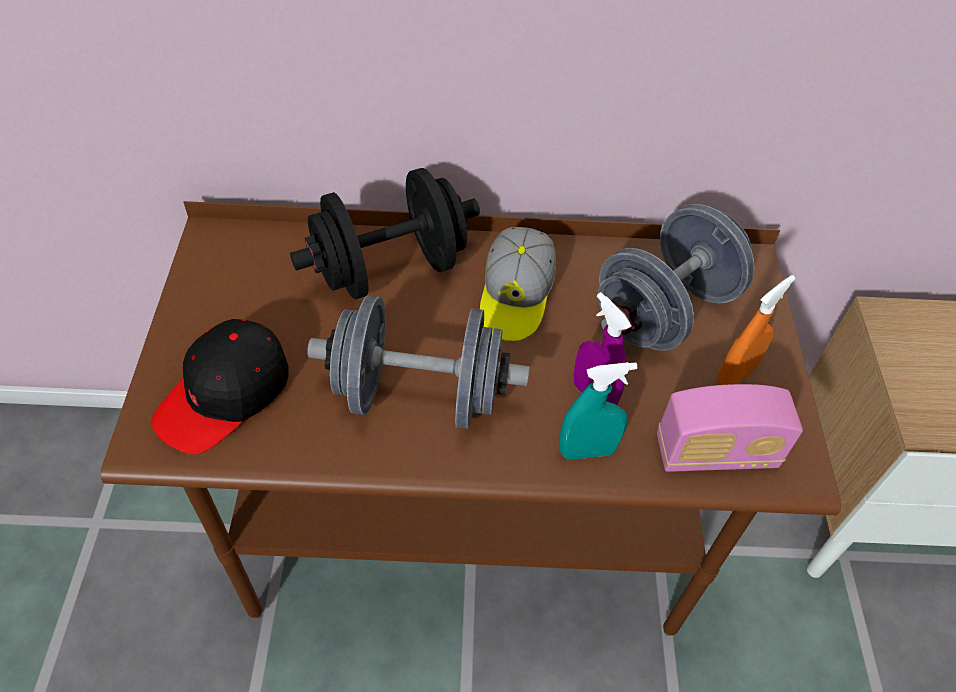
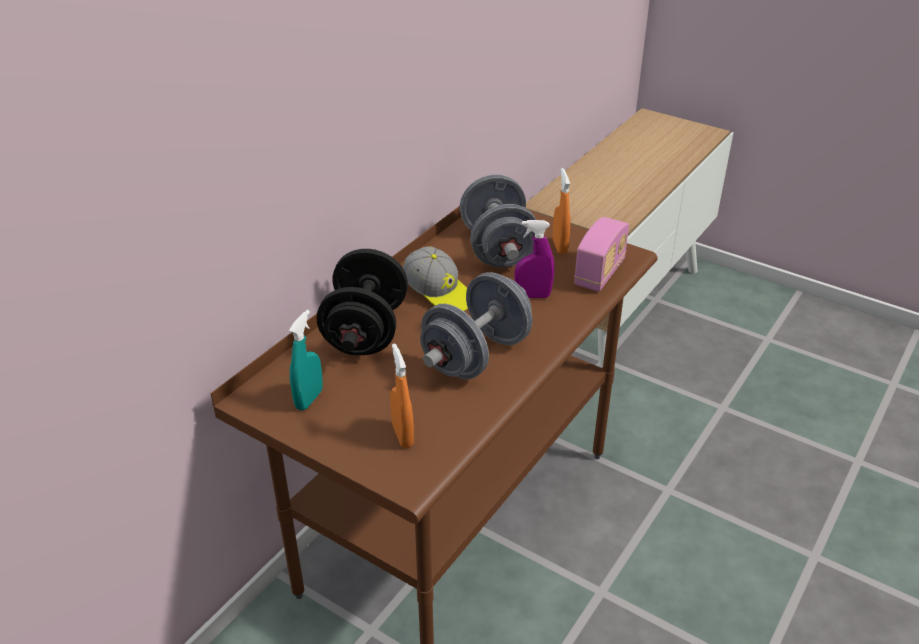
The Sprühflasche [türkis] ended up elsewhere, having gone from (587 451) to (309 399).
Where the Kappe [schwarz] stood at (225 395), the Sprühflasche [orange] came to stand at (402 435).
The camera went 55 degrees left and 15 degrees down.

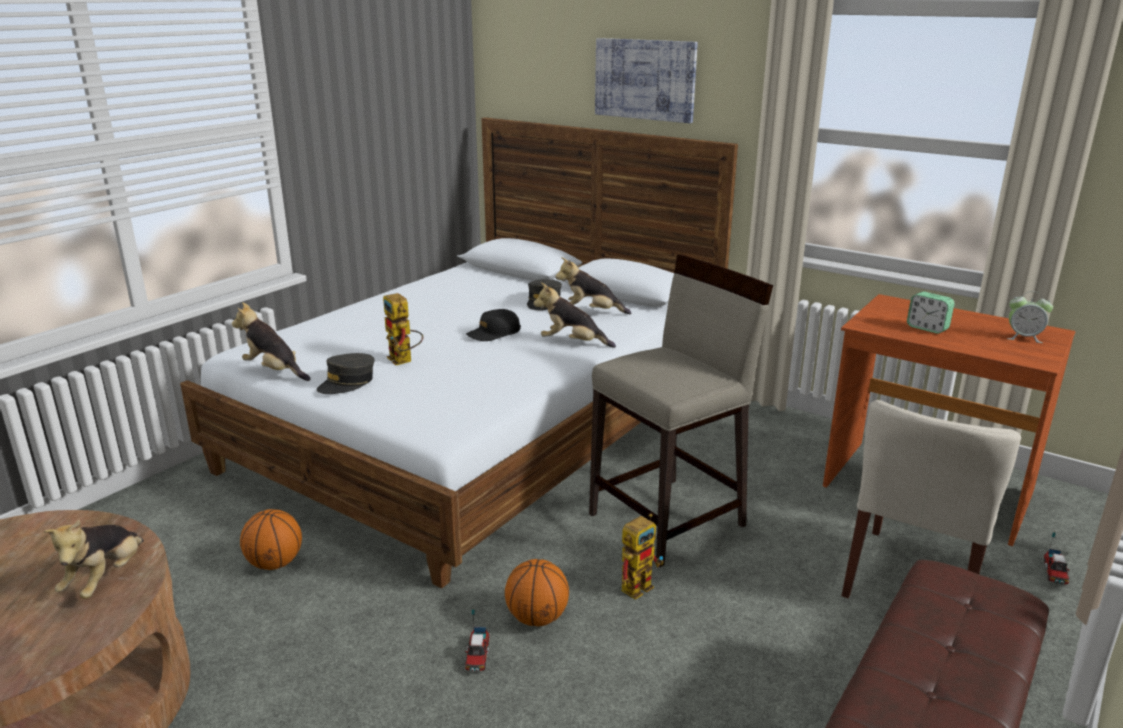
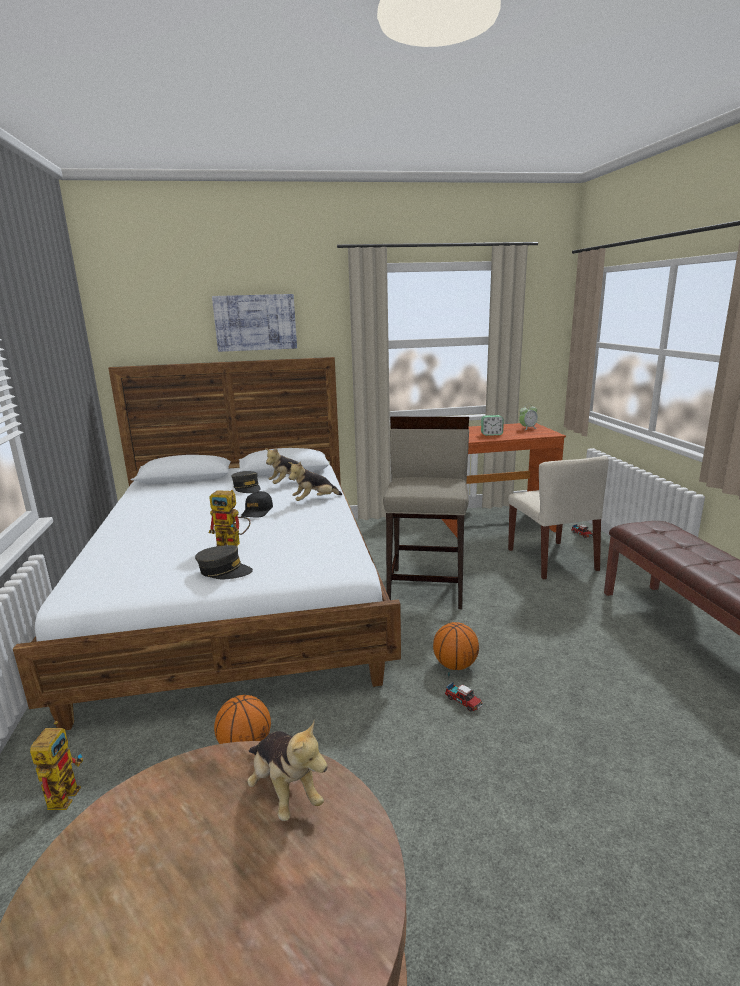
The second view lost the Plüschtier at (274 371).
The Spielzeugroboter ended up elsewhere, having gone from (639 584) to (65 792).
The Kappe [grau] at (347 383) ended up facing another way, 75 degrees counterclockwise from before.
The camera went 45 degrees left and 5 degrees down.

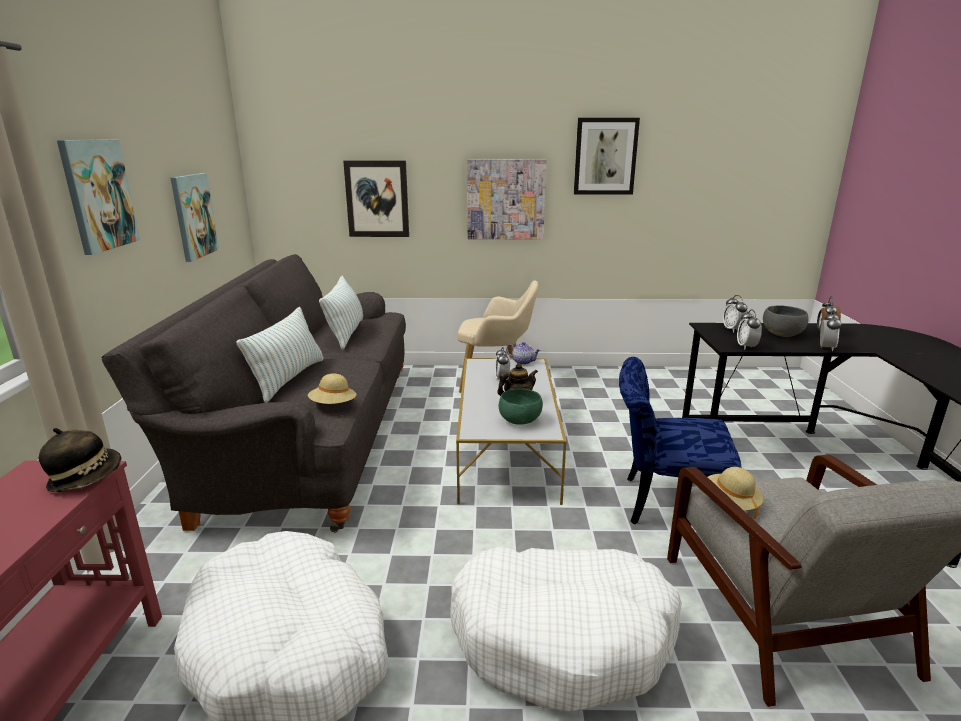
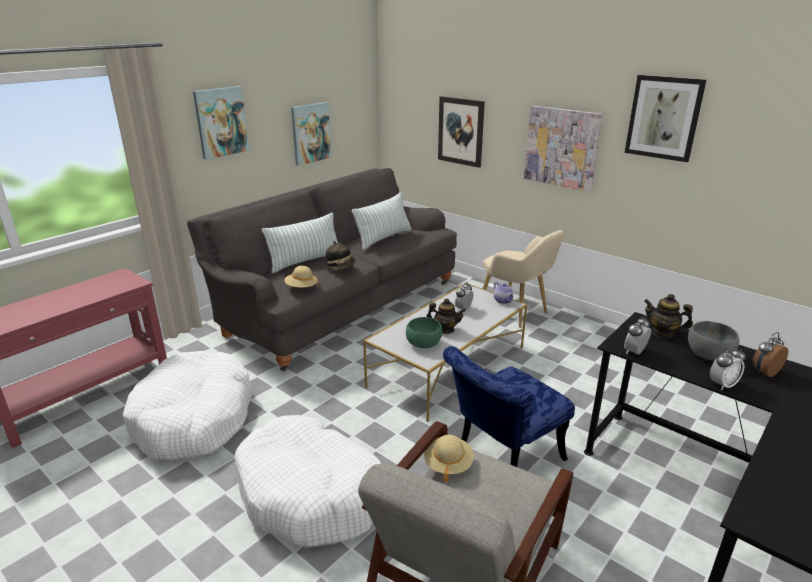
The Hut ended up elsewhere, having gone from (86 478) to (341 266).
Where the Wecker stood at (733 330), the Teekanne came to stand at (663 333).
The Stuhl [blau] at (662 503) ended up facing another way, 90 degrees counterclockwise from before.
The camera went 40 degrees right and 5 degrees up.

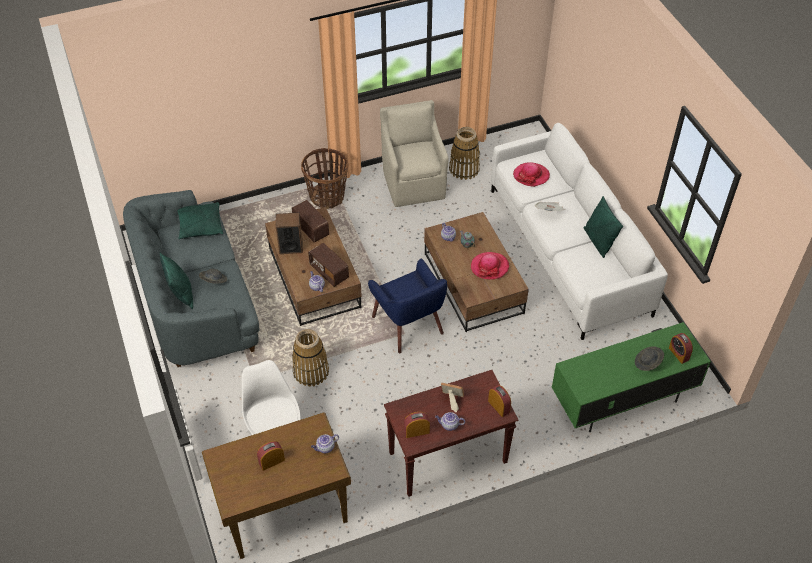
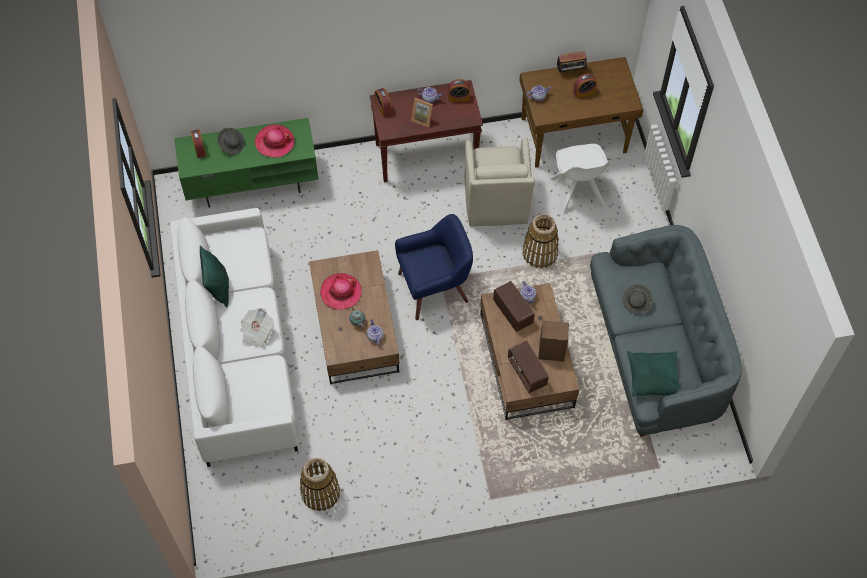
The second view lost the Kissen [grün] at (181 294).
The second view lost the Korb at (327 196).
The second view gained the Radio at (571 71).
The Sessel [beige] ended up elsewhere, having gone from (413 182) to (496 203).
The Hut ended up elsewhere, having gone from (531 175) to (274 142).
The Sessel [blau] at (409 325) ended up facing another way, 90 degrees clockwise from before.
The camera went 170 degrees left and 10 degrees up.

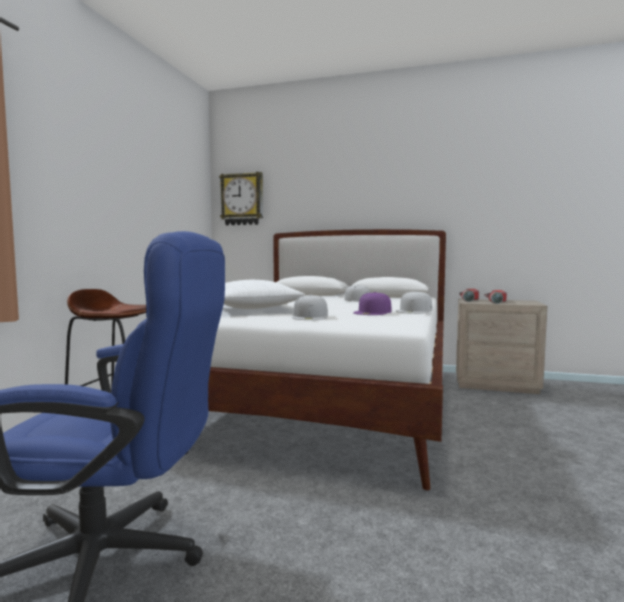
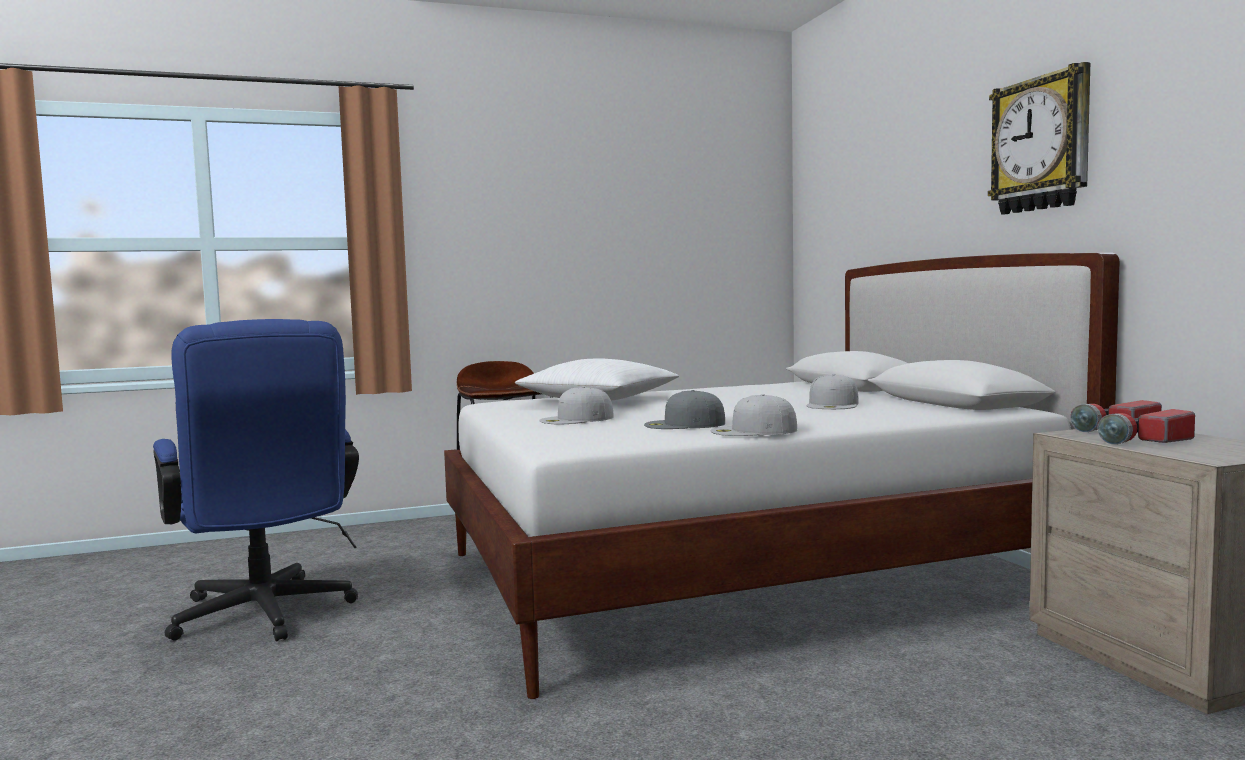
The Wanduhr ended up elsewhere, having gone from (242 199) to (1041 144).
What was the Kappe [lila] at (373 312) turned into the Kappe [grau] at (684 424).
The camera went 55 degrees right and 0 degrees up.

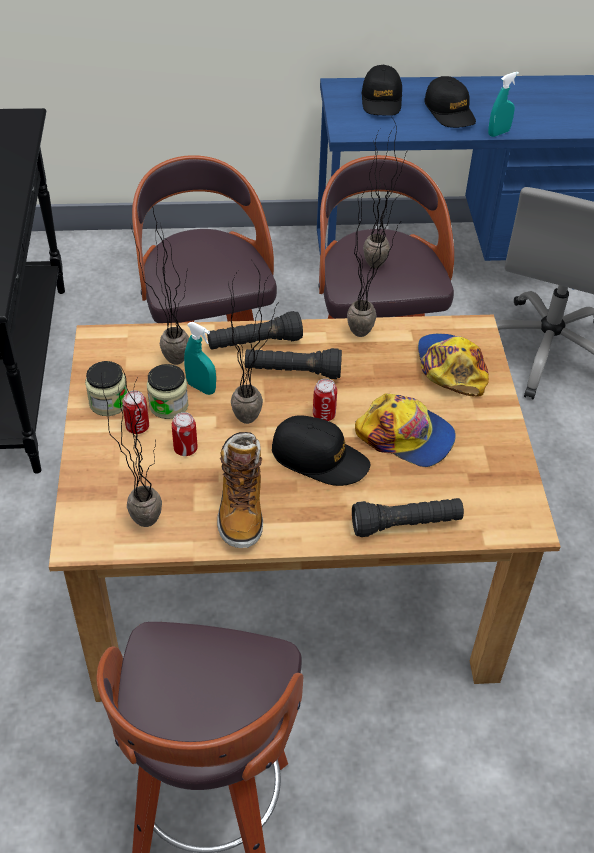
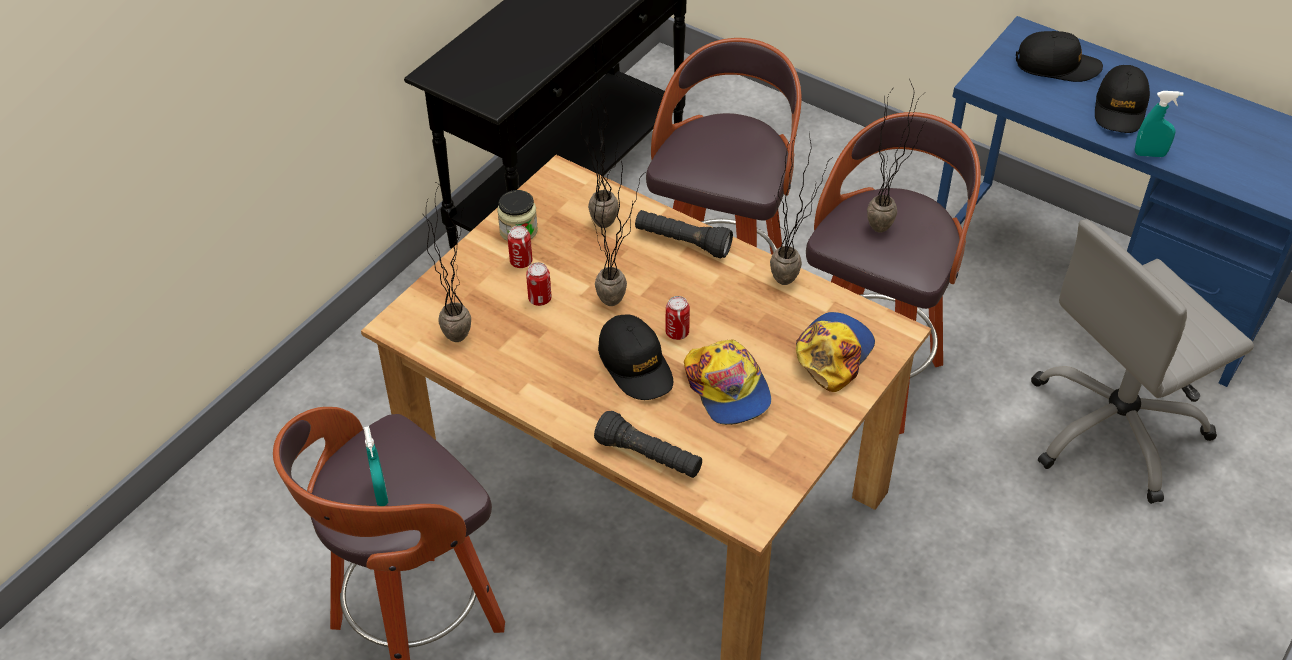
The second view lost the Vorratsglas at (168 405).
The second view lost the Stiefel at (241 508).
The second view lost the Taschenlampe [schwarz] at (292 372).
The Sprühflasche [türkis] ended up elsewhere, having gone from (201 388) to (381 493).
The Kappe [schwarz] at (381 100) ended up facing another way, 120 degrees counterclockwise from before.
The camera went 40 degrees right and 0 degrees up.

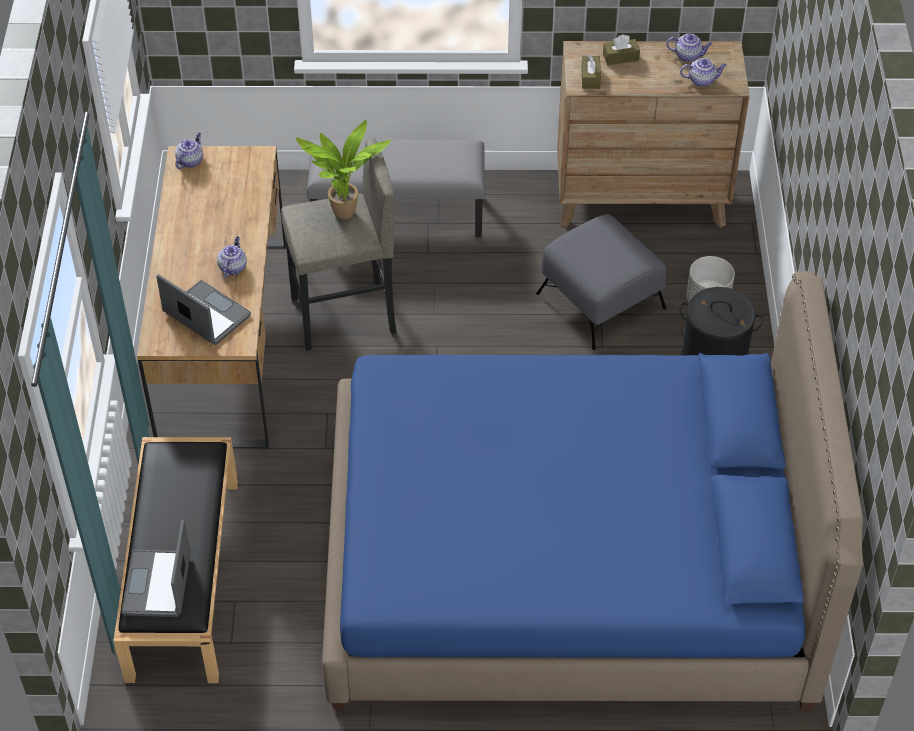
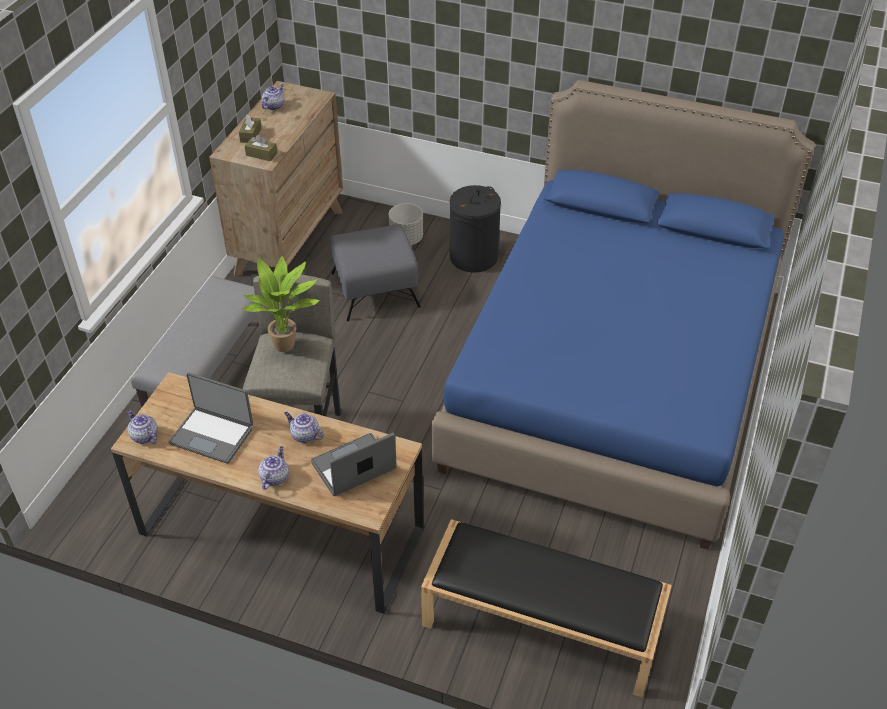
The Laptop ended up elsewhere, having gone from (159 584) to (212 435).
The Teekanne ended up elsewhere, having gone from (702 80) to (274 477).
The camera went 70 degrees left and 5 degrees down.

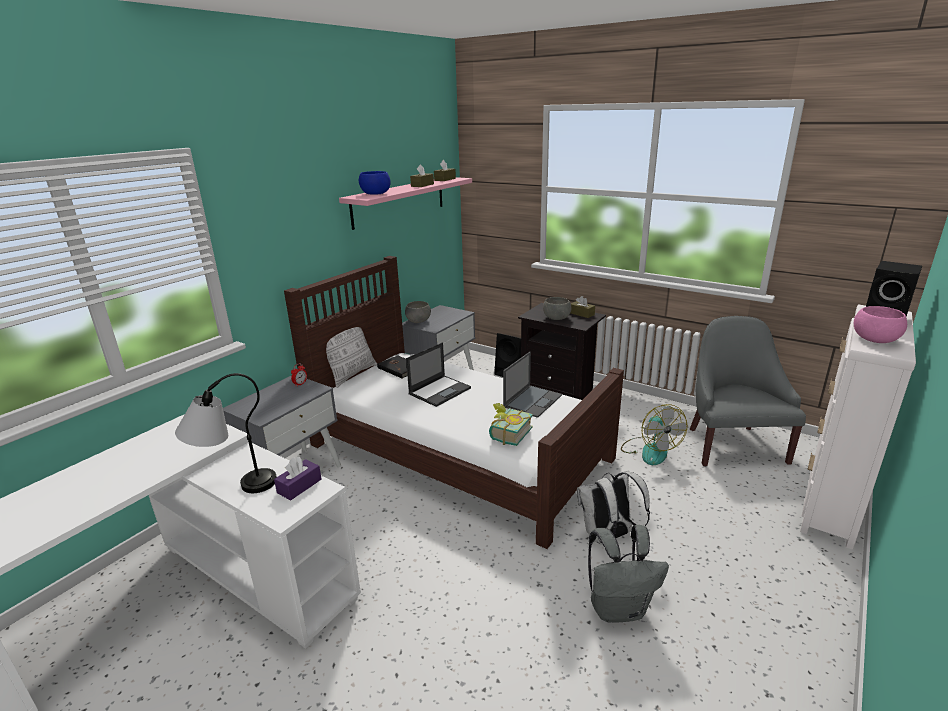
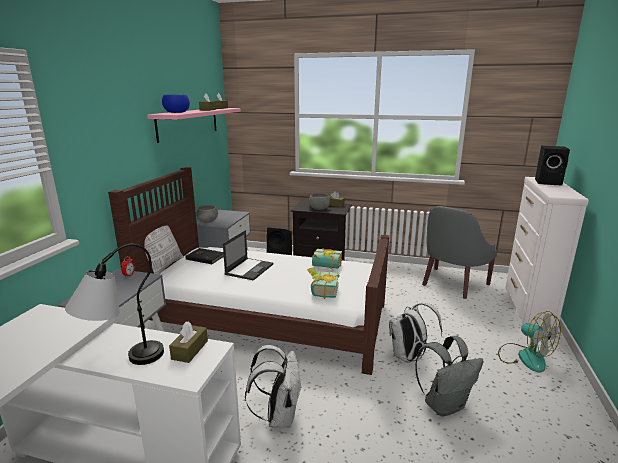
The second view lost the Schüssel [rosa] at (875 339).
The second view gained the Rucksack [weiß] at (279 415).
The Ventilator ended up elsewhere, having gone from (650 450) to (524 357).
Where the Laptop stood at (533 400), the Buch came to stand at (326 266).
What was the Taschentuchbox [lila] at (299 486) turned into the Taschentuchbox [braun] at (190 350).
The Sessel [grau] at (732 444) ended up facing another way, 120 degrees counterclockwise from before.
The camera went 20 degrees left and 5 degrees down.

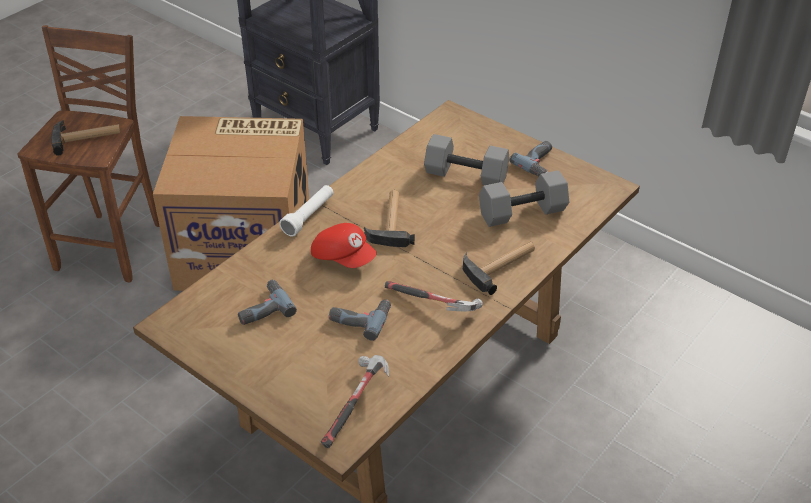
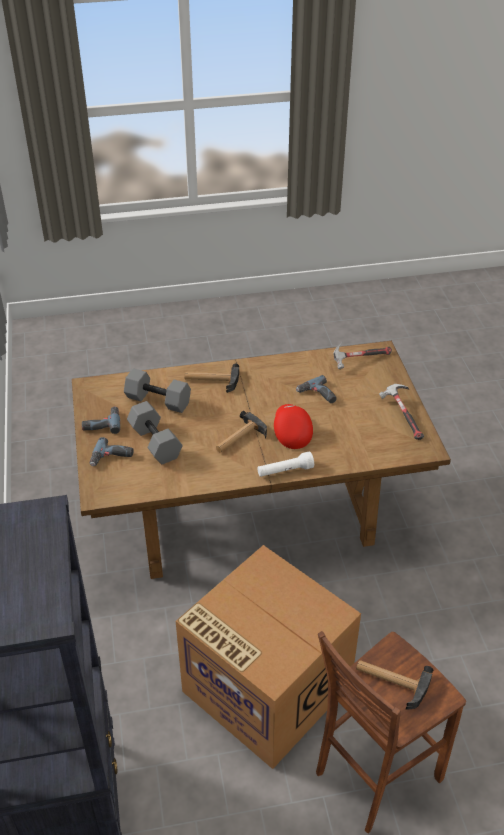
The Bohrmaschine ended up elsewhere, having gone from (262 308) to (111 458).
The Hammer ended up elsewhere, having gone from (433 306) to (403 416).
The camera went 140 degrees left and 0 degrees up.

